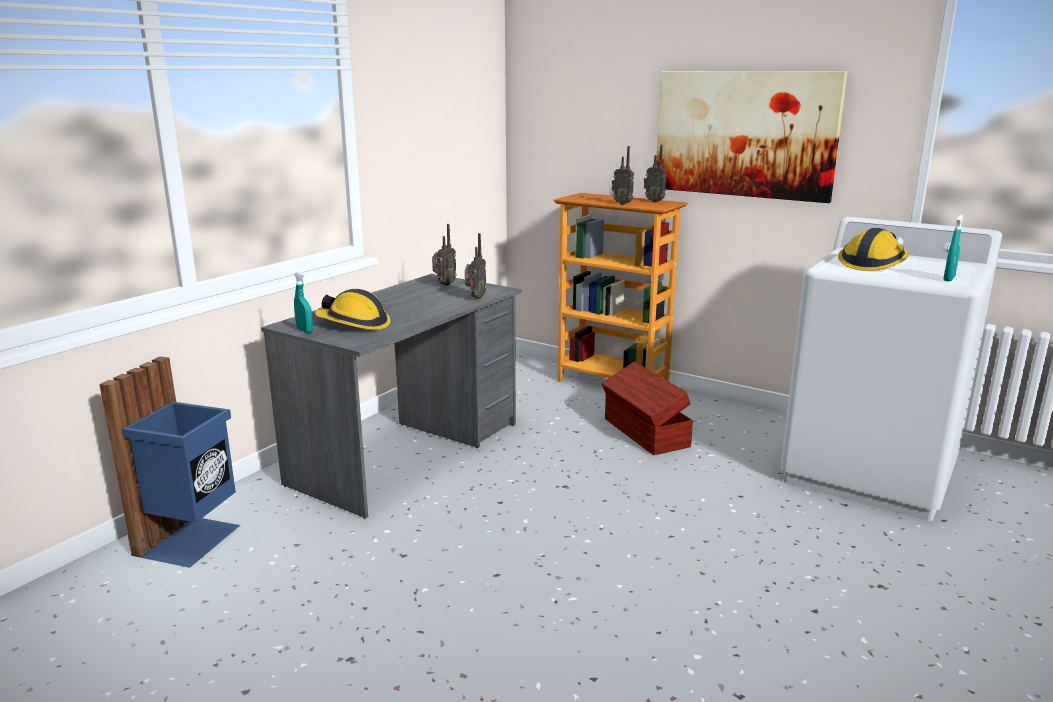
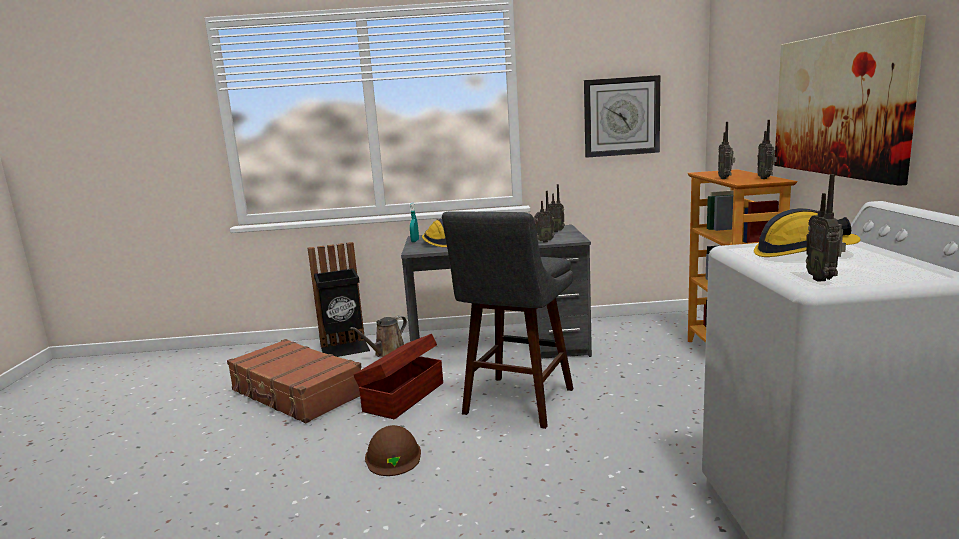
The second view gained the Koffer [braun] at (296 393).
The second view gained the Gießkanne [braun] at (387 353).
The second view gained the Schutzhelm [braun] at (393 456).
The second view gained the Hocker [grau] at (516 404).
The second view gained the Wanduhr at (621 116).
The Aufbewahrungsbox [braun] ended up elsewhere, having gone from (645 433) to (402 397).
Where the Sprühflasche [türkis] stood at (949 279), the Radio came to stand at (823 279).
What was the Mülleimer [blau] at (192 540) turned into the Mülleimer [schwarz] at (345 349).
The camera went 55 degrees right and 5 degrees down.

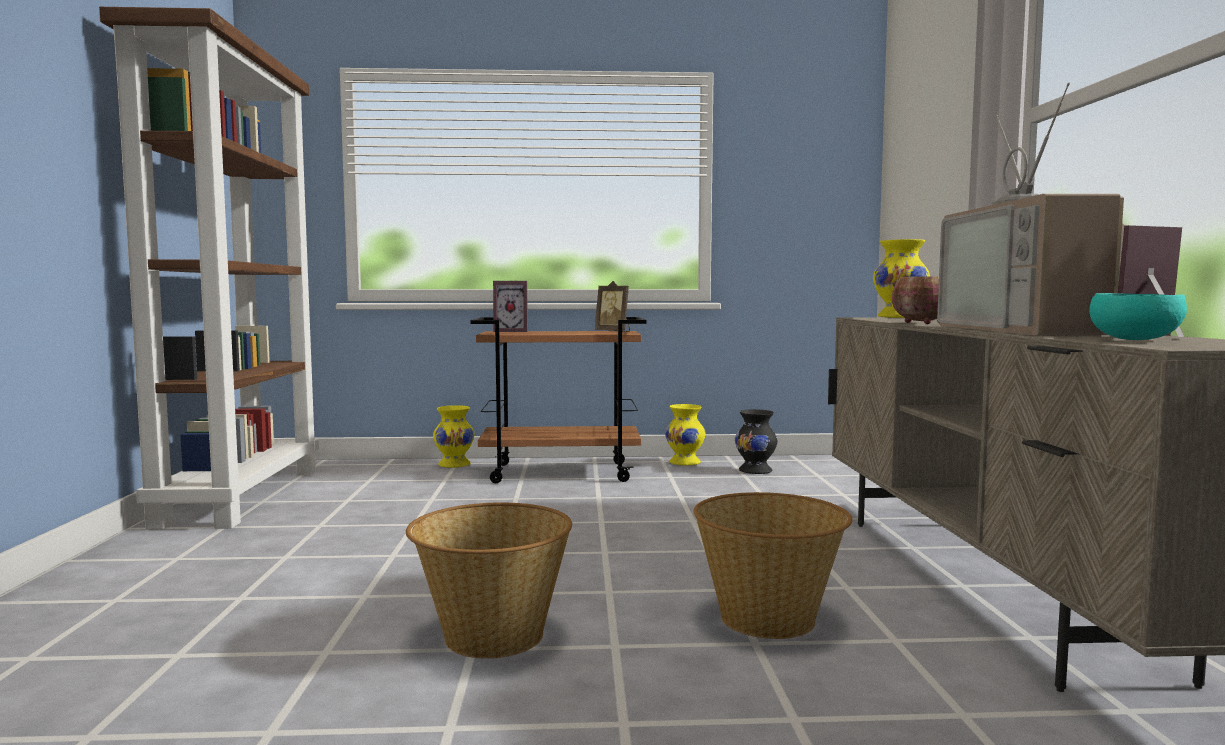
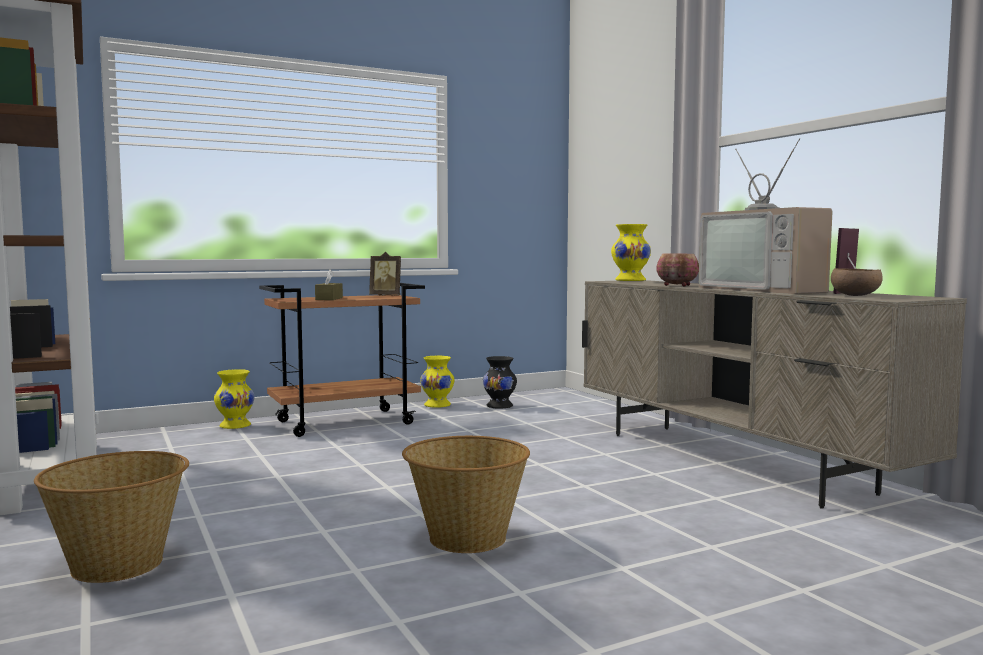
The second view lost the Bilderrahmen at (512 331).
The second view gained the Taschentuchbox [braun] at (329 299).
The Korb ended up elsewhere, having gone from (769 618) to (119 564).
What was the Schüssel [türkis] at (1136 340) turned into the Schüssel [braun] at (856 296).
The camera went 25 degrees left and 0 degrees up.

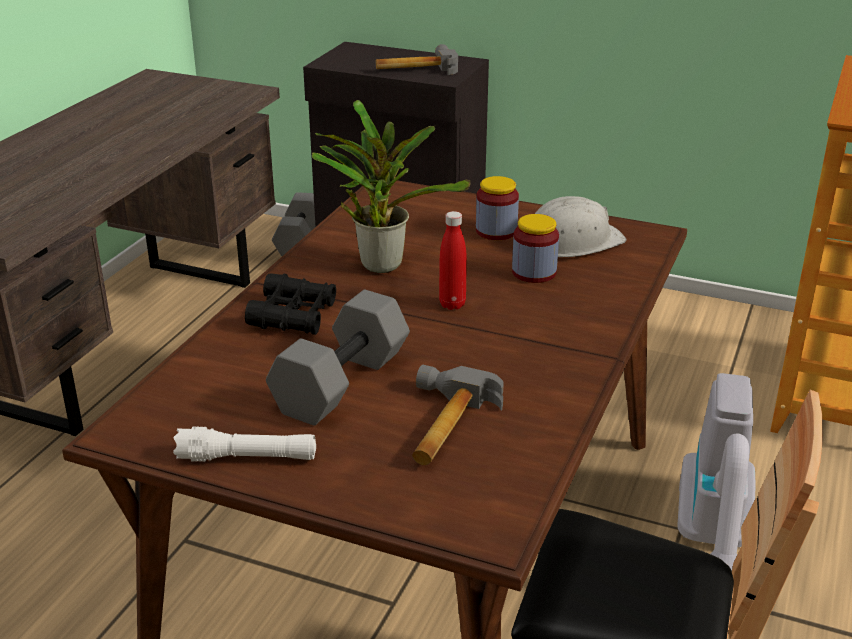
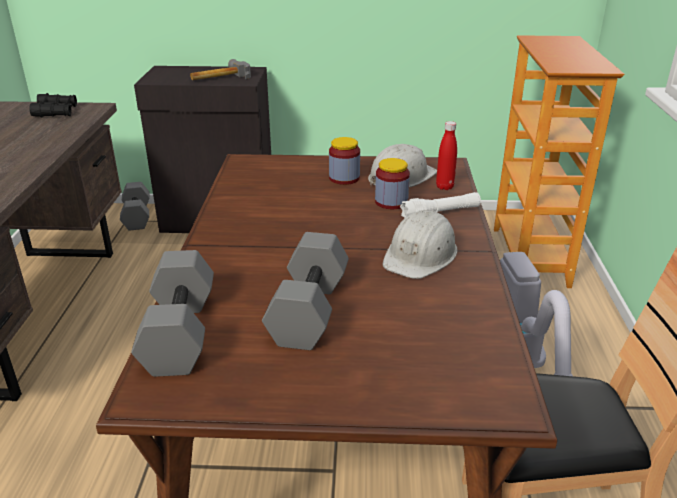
The second view lost the Topfpflanze at (381 262).
The second view lost the Hammer at (441 426).
The second view gained the Hantel [grau] at (177 332).
The second view gained the Schutzhelm [weiß] at (421 255).
The Taschenlampe [weiß] ended up elsewhere, having gone from (247 458) to (440 213).
The Fernglas [schwarz] ended up elsewhere, having gone from (293 315) to (55 112).
The Flasche [rot] ended up elsewhere, having gone from (452 304) to (444 187).
The camera went 20 degrees left and 0 degrees up.

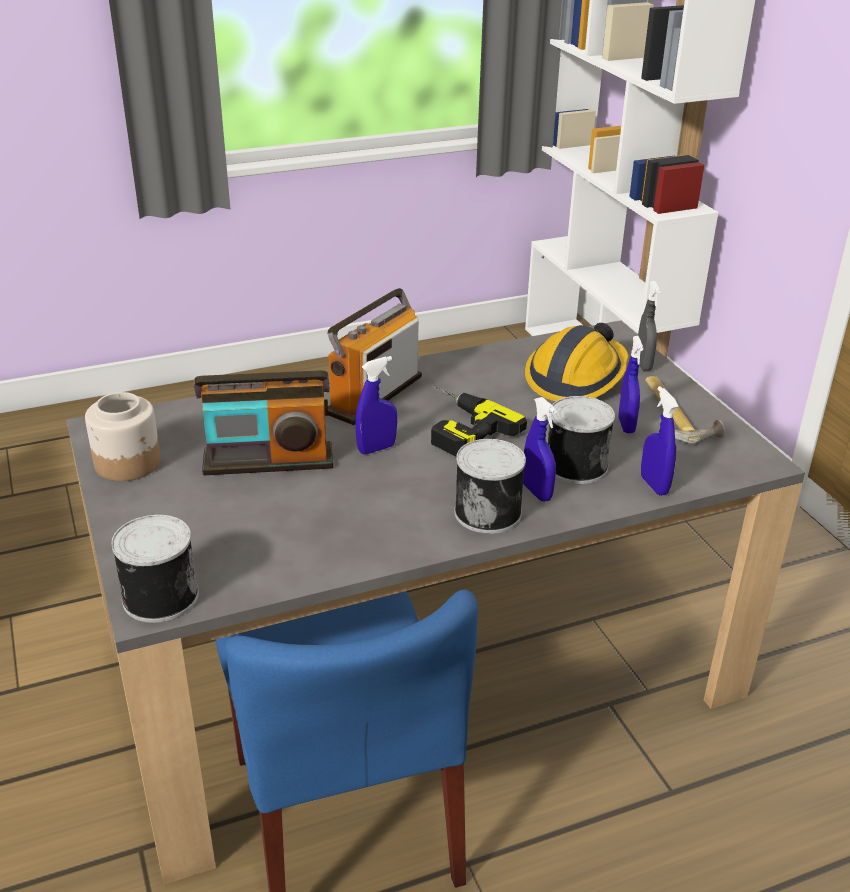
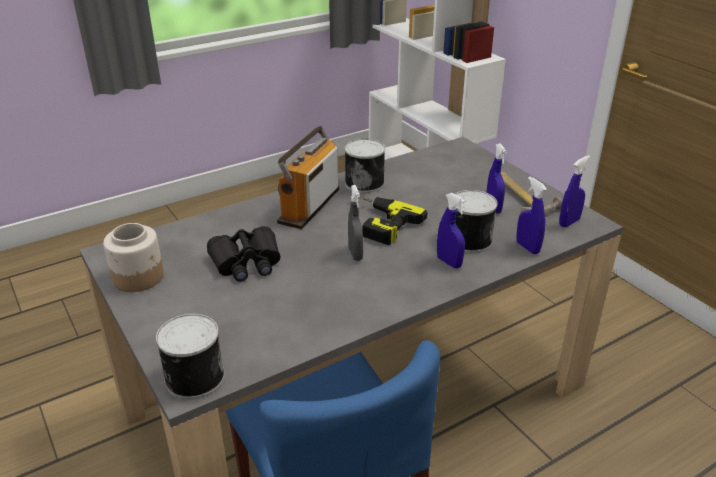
The second view lost the Schutzhelm at (576 377).
The Sprühflasche [blau] ended up elsewhere, having gone from (376 448) to (569 222).
The Dose ended up elsewhere, having gone from (489 512) to (365 183).
The Sprühflasche [grau] ended up elsewhere, having gone from (643 364) to (355 254).
Where the Radio stood at (268 461), the Fernglas [schwarz] came to stand at (246 262).
The camera went 10 degrees left and 0 degrees up.

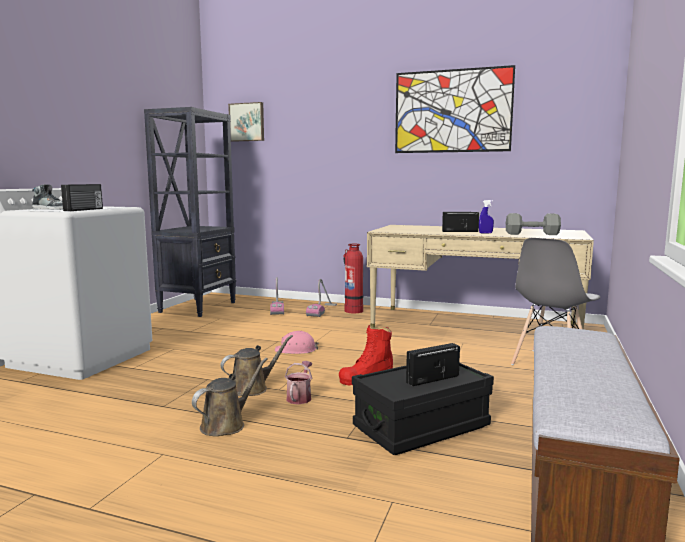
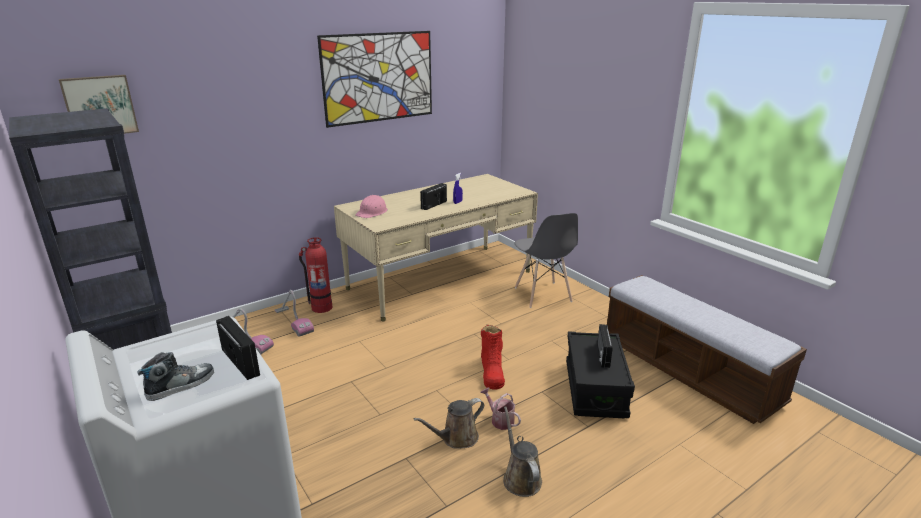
The second view lost the Hantel [grau] at (530 234).
The Schutzhelm [rosa] ended up elsewhere, having gone from (296 350) to (372 212).
The Gießkanne [braun] at (252 388) ended up facing another way, 120 degrees counterclockwise from before.
The camera went 55 degrees left and 15 degrees up.

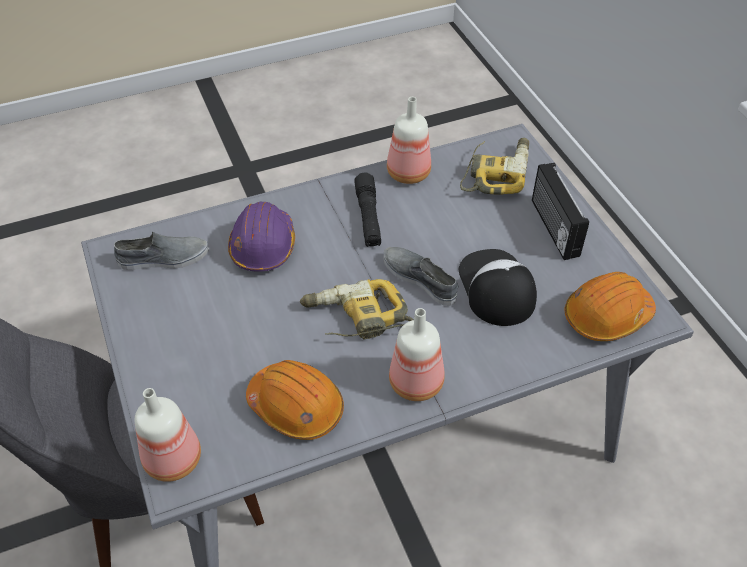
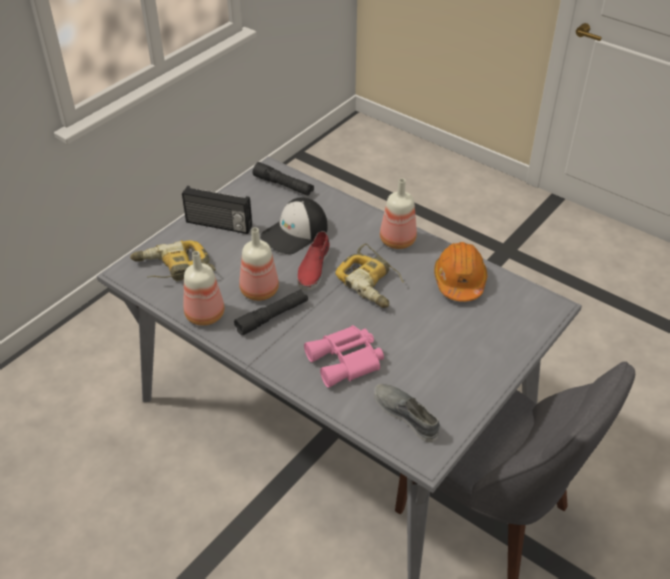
The Flasche ended up elsewhere, having gone from (173 458) to (258 291).
Where the Schutzhelm [lila] stood at (263 246), the Fernglas [rosa] came to stand at (347 361).
Where the Schutzhelm [orange] stood at (606 316), the Taschenlampe [schwarz] came to stand at (283 185).
What was the Schuh [grau] at (420 278) turned into the Schuh [rot] at (313 268).
The Radio at (553 228) ended up facing another way, 60 degrees clockwise from before.
The camera went 120 degrees left and 5 degrees down.

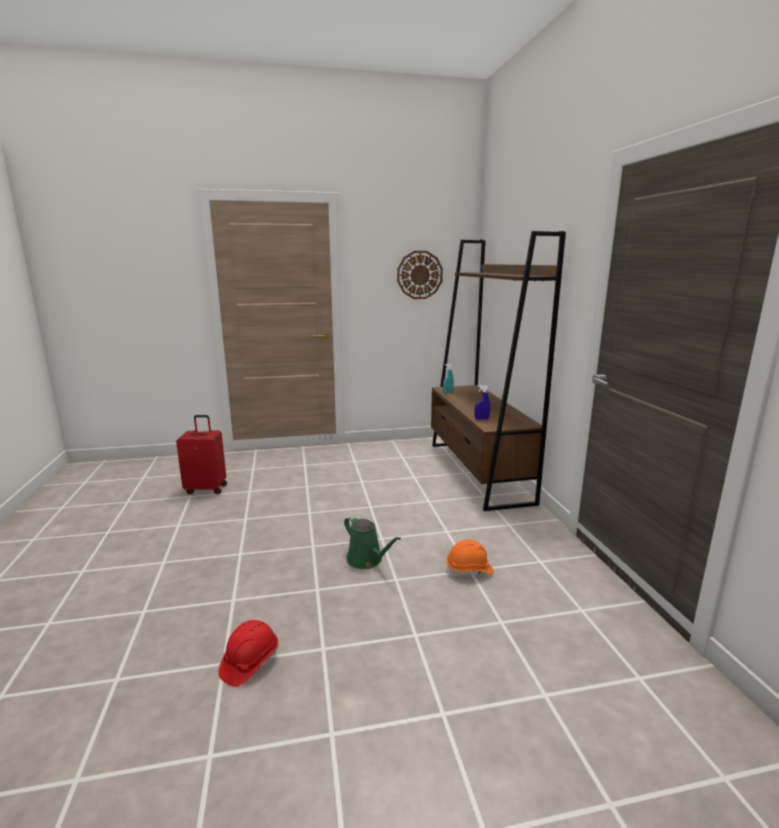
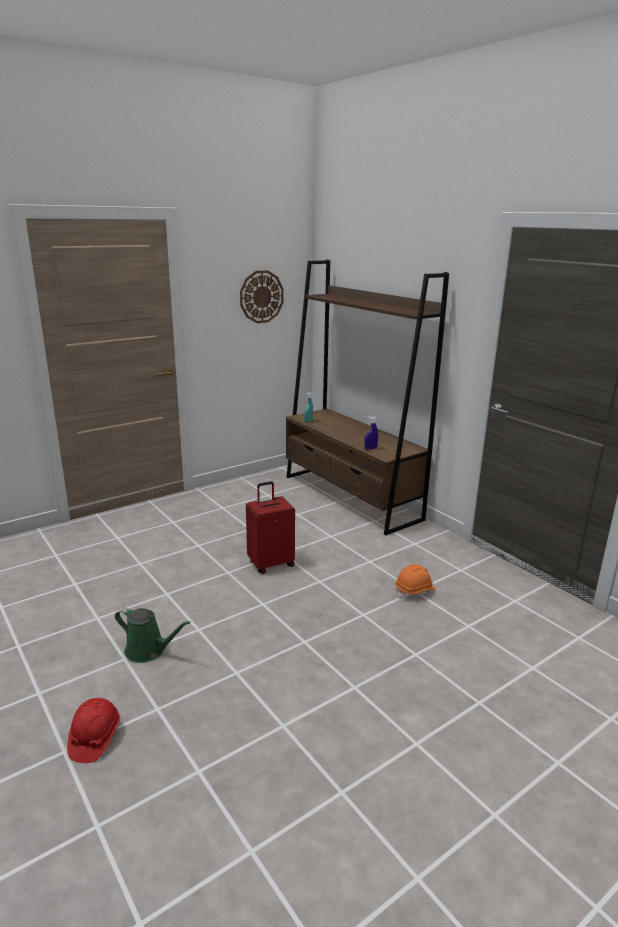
The Koffer [rot] ended up elsewhere, having gone from (206 489) to (271 563).
The Schutzhelm [rot] ended up elsewhere, having gone from (249 662) to (94 738).
The Gießkanne [grün] ended up elsewhere, having gone from (367 560) to (148 650).
The camera went 25 degrees left and 5 degrees up.

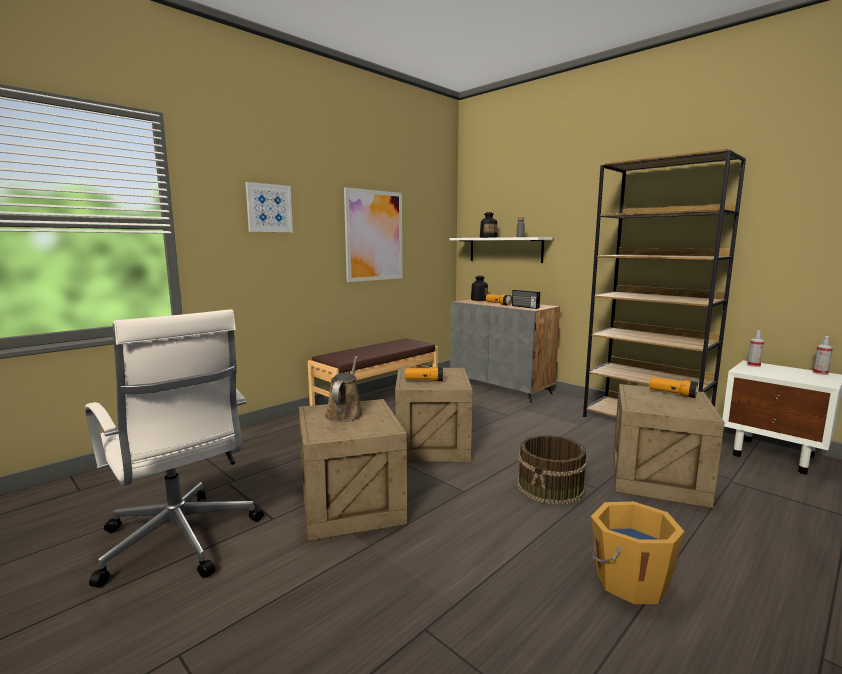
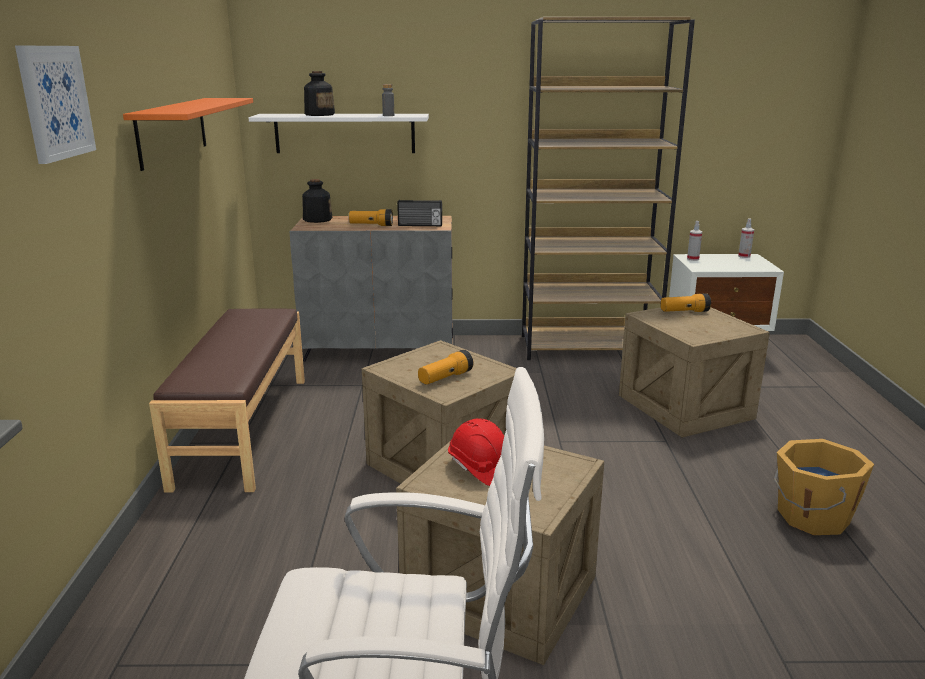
The second view lost the Eimer [braun] at (551 487).
Where the Gießkanne [braun] stood at (345 413), the Schutzhelm [rot] came to stand at (481 468).
Where the Bild hung at (374 236), the Wandregal [orange] came to hang at (172 131).
The camera went 45 degrees left and 10 degrees up.

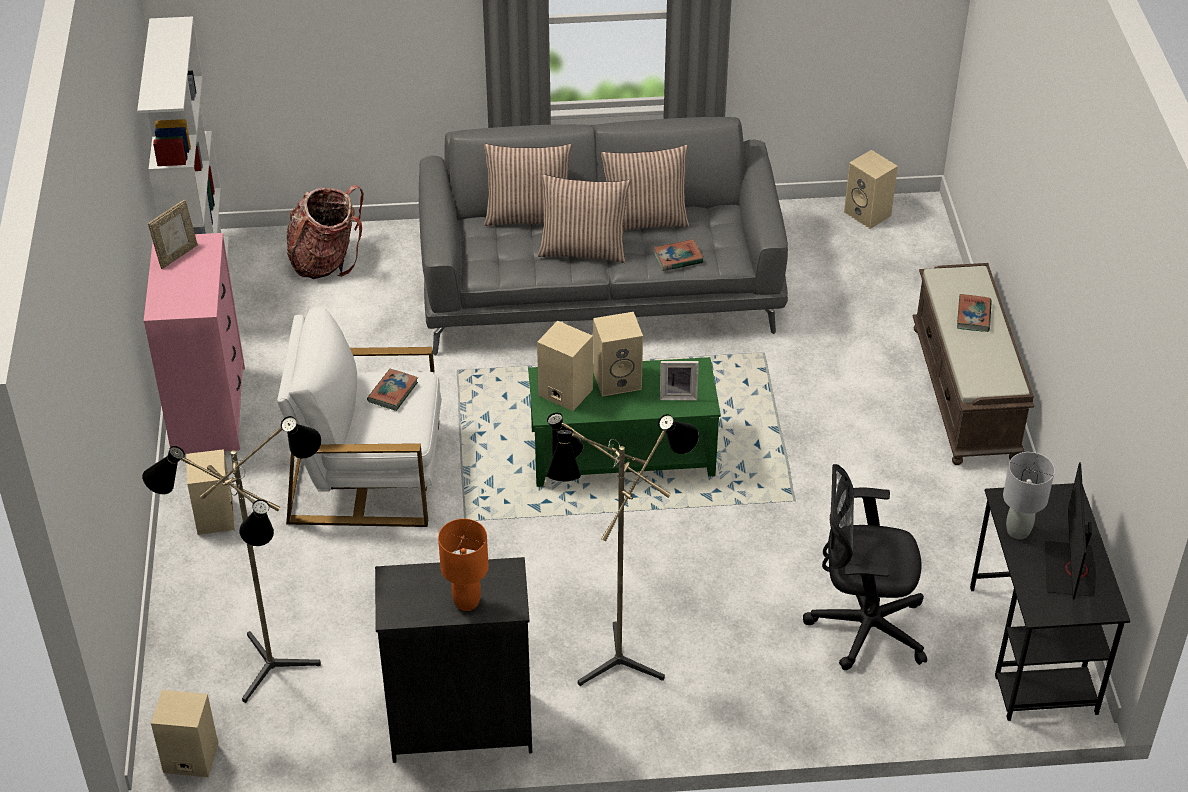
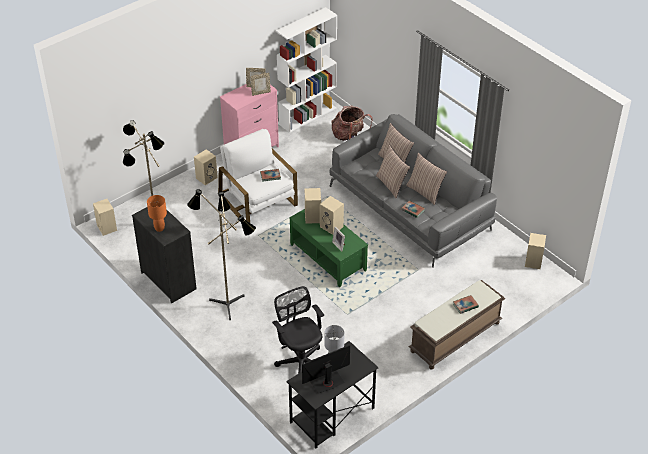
The second view gained the Bilderrahmen at (261 93).
The camera went 55 degrees right and 0 degrees up.

